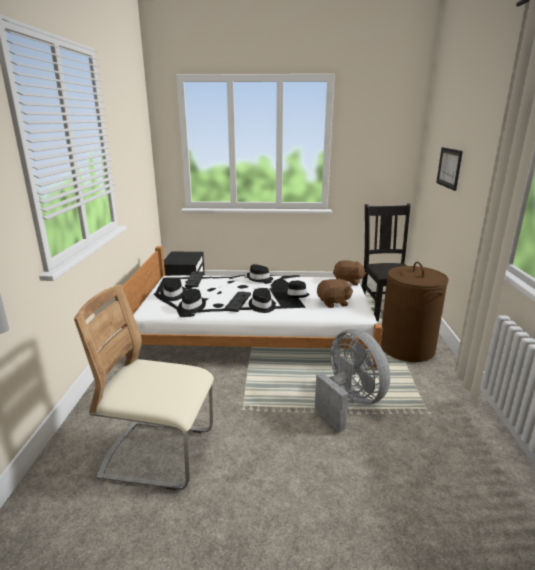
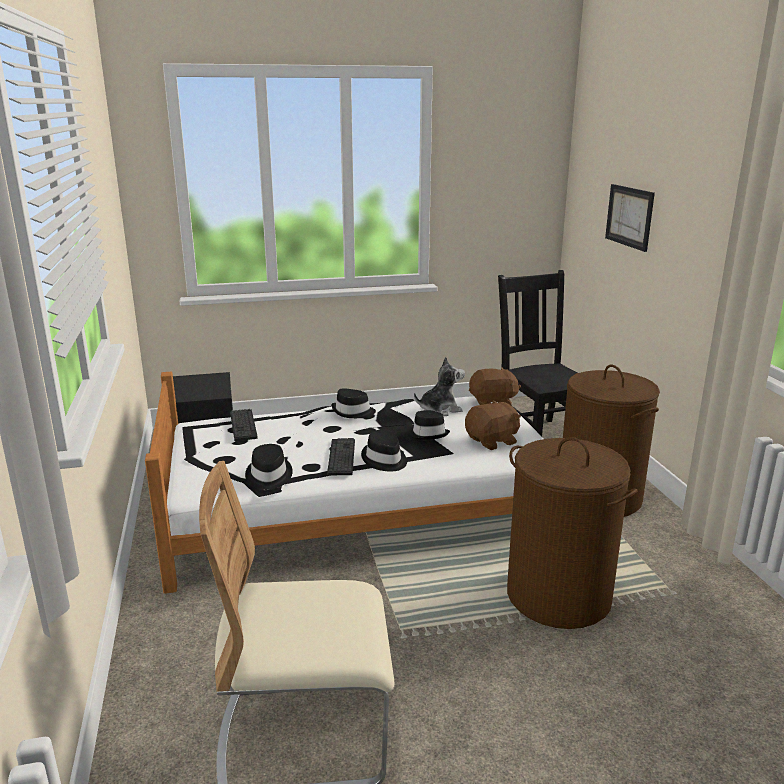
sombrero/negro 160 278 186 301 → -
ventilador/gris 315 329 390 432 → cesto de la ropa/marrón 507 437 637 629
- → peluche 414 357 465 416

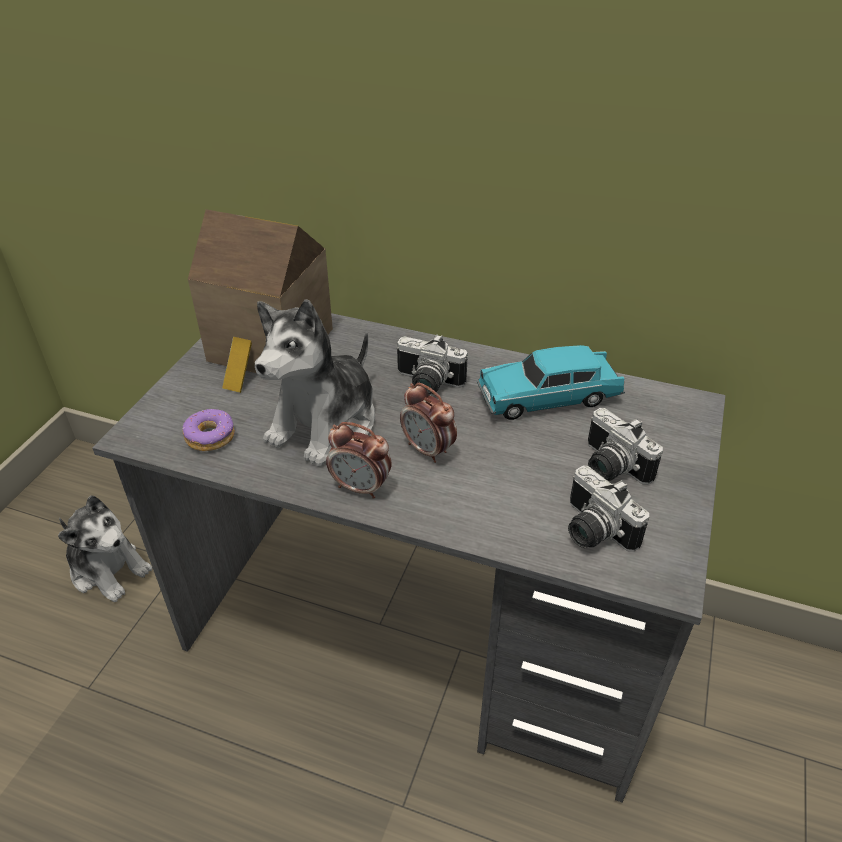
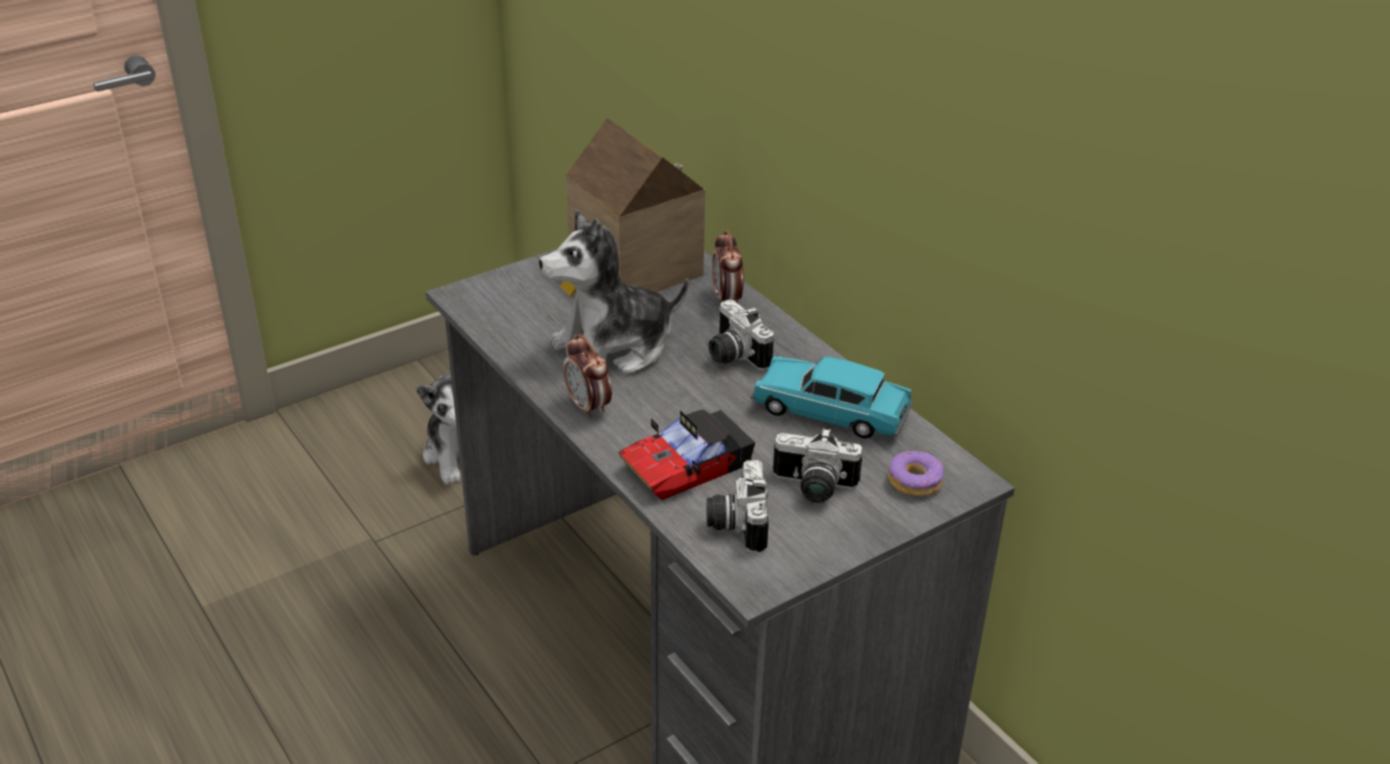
despertador 400 383 457 463 → despertador 712 230 744 303, moved
cámara 588 408 663 485 → cámara 773 428 862 504, 75 degrees counterclockwise
rosquilla 183 409 235 451 → rosquilla 888 451 944 497, moved
- → coche de juguete 619 410 755 500

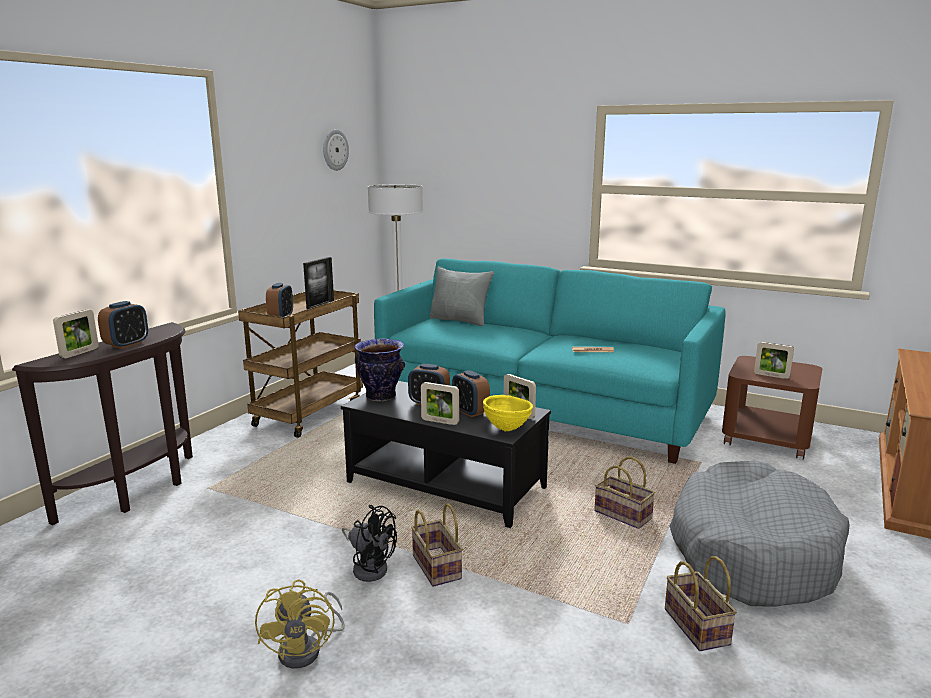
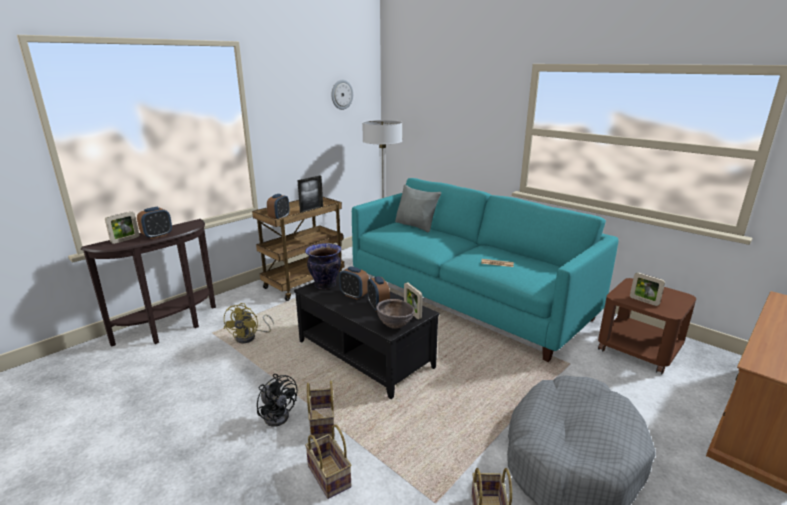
portarretratos 421 382 459 425 → -
cuenco/amarillo 483 395 533 431 → cuenco/marrón 376 299 415 329
cesta 594 456 655 529 → cesta 305 424 351 499, moved
ventilador/amarillo 255 579 345 669 → ventilador/amarillo 224 303 274 344, moved

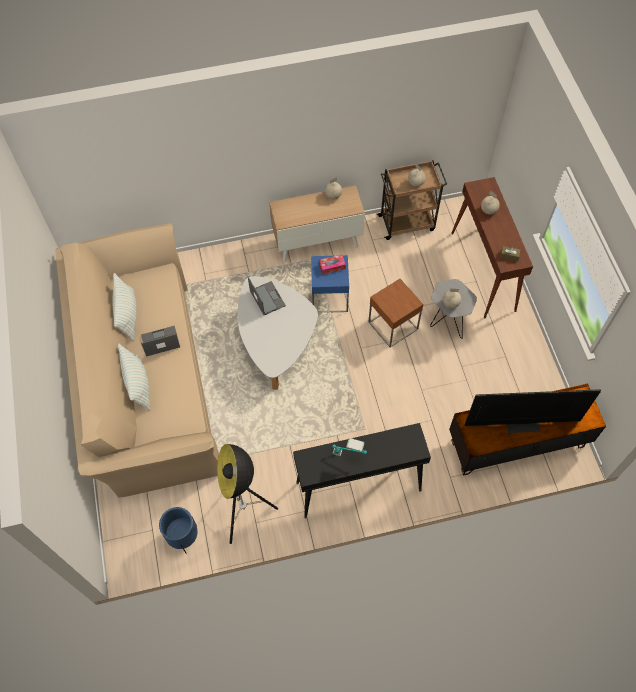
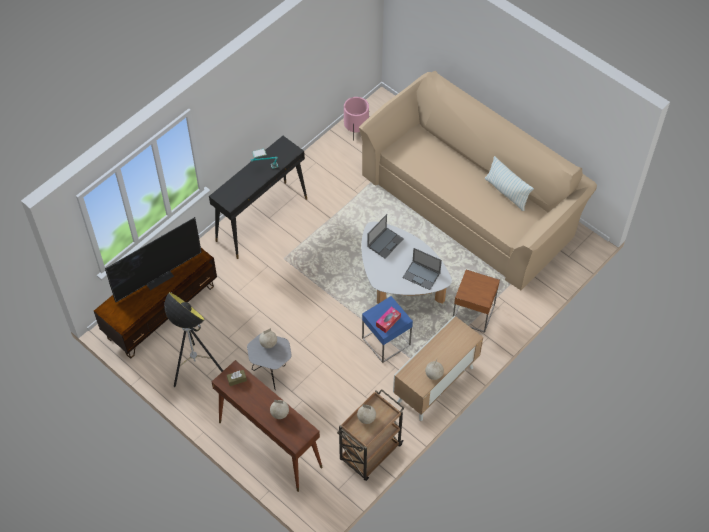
mesa auxiliar/marrón 368 279 423 347 → mesa auxiliar/marrón 453 270 500 333, moved
portátil 141 326 180 357 → portátil 367 214 404 258, moved
cojín 118 344 150 411 → -
lámpara de pie 217 444 278 544 → lámpara de pie 164 292 223 387, moved
maceta/azul 159 507 198 554 → maceta/rosa 344 97 369 141

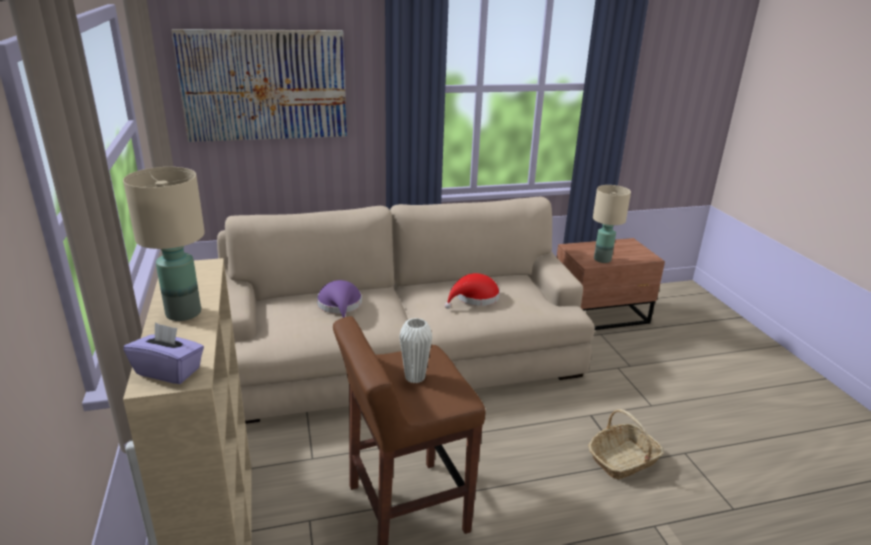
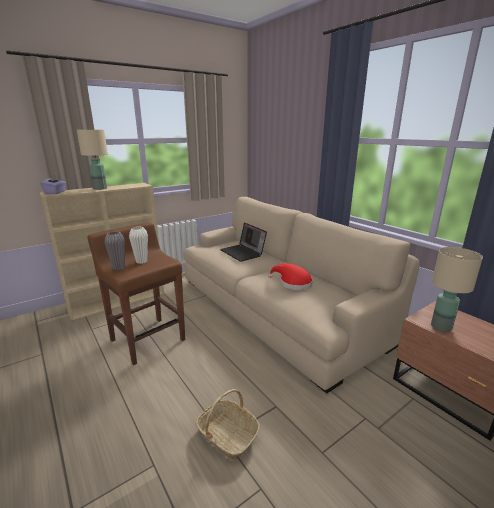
cuadro 172 29 347 142 → -
sombrero/morado 317 280 362 318 → portátil 220 223 267 262
- → florero/gris 105 231 125 270

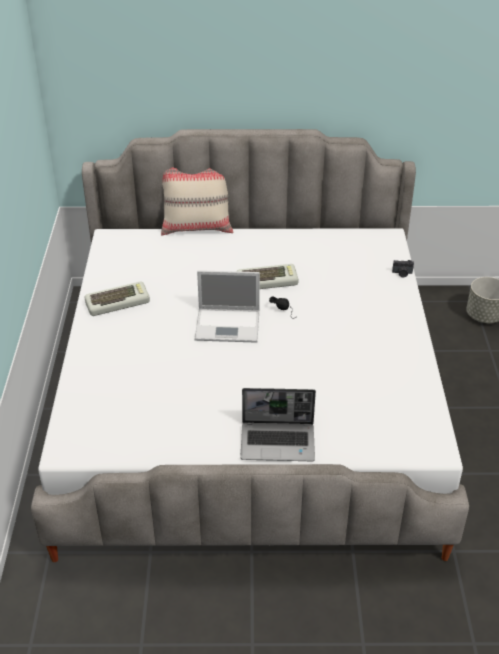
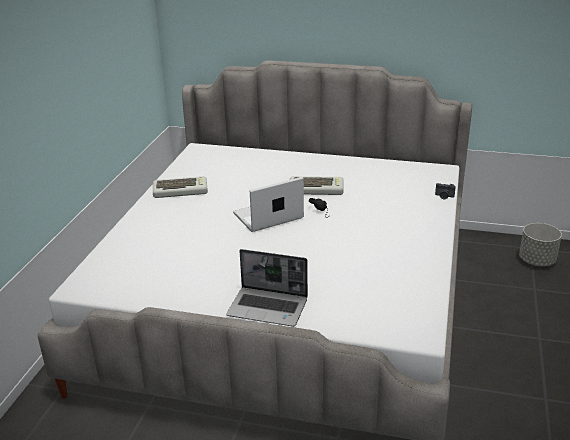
cojín/beis 161 168 234 235 → -
portátil 195 270 260 343 → portátil 233 177 304 232, 135 degrees clockwise

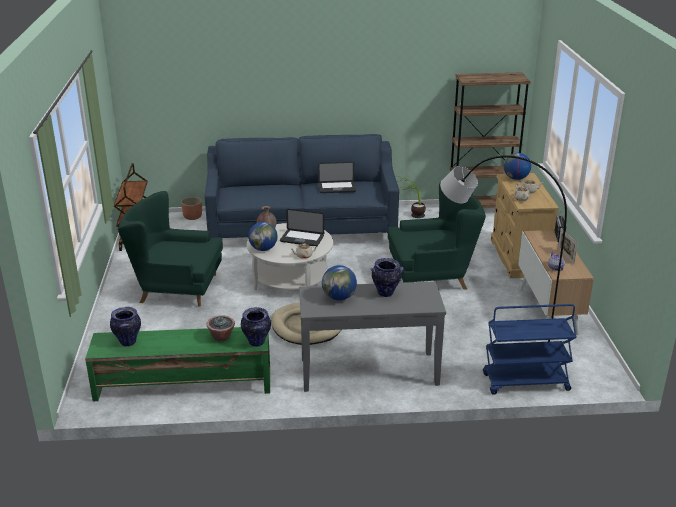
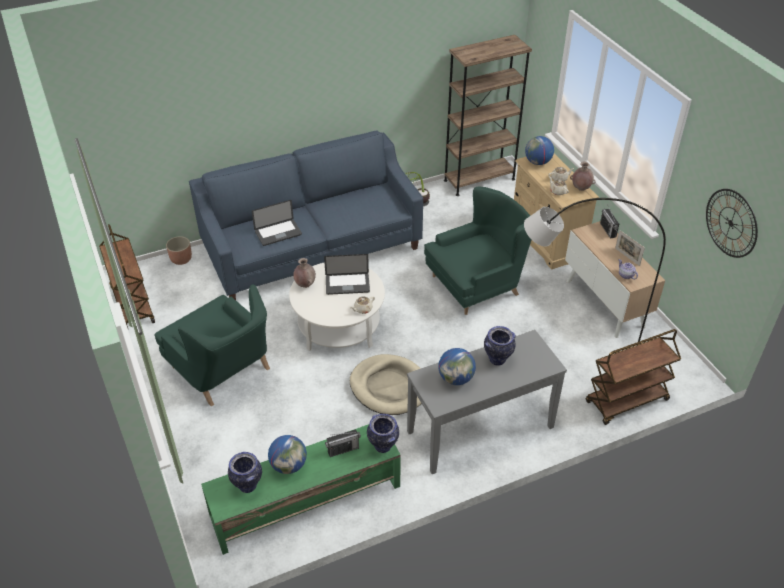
portátil 318 162 356 193 → portátil 252 200 302 246, moved
sillón/verde 118 191 223 307 → sillón/verde 154 285 270 406, 120 degrees counterclockwise
globo terráqueo 248 222 278 251 → globo terráqueo 268 435 307 474, moved
carrito/azul 483 304 577 395 → carrito/marrón 586 329 681 425
planta en maceta 207 315 235 342 → radio 325 430 361 457
- → florero/marrón 570 161 595 191
- → reloj de pared 706 189 758 258

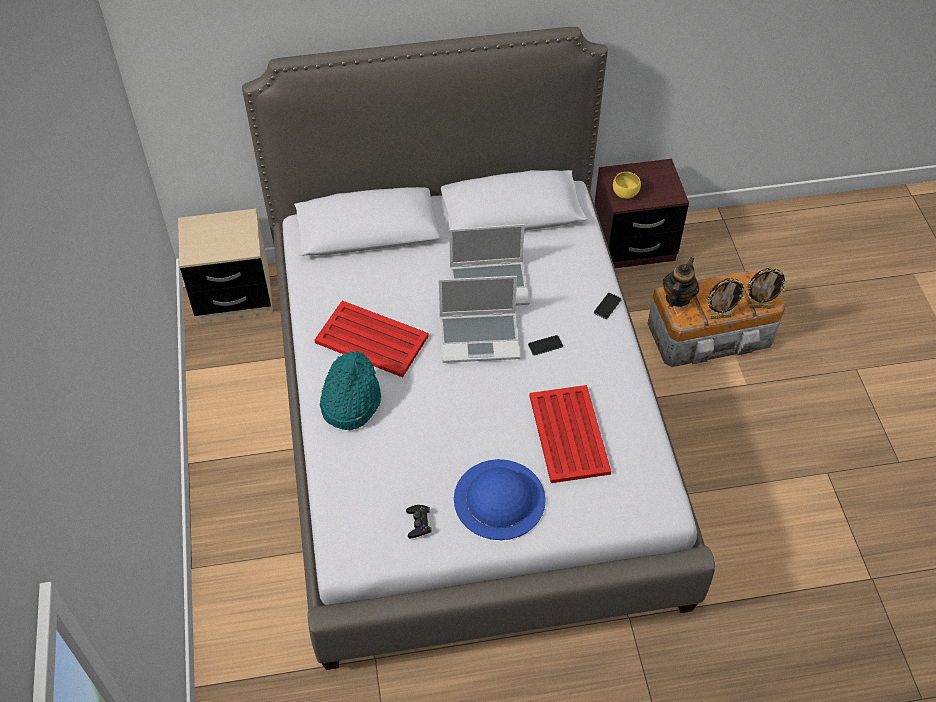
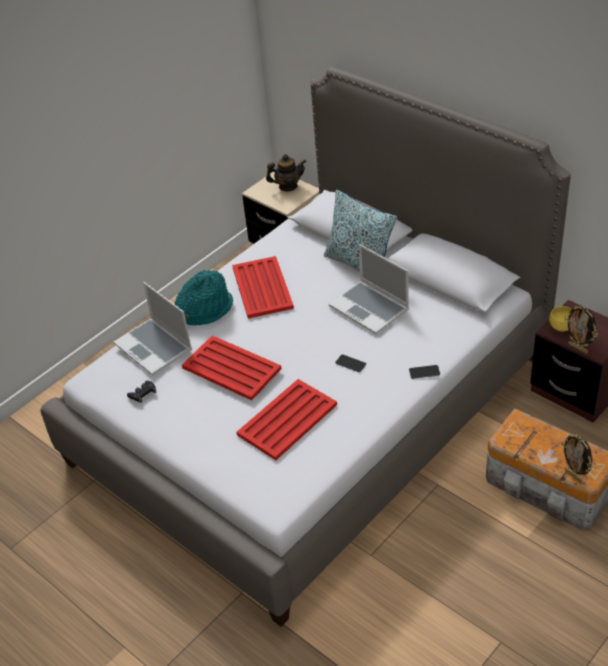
tetera 663 257 699 307 → tetera 266 154 307 192, moved
portátil 439 276 520 363 → portátil 113 282 192 375, moved
portarretratos 706 278 746 319 → portarretratos 565 306 598 353, moved
sombrero/azul 454 459 546 540 → -
- → cojín 324 190 397 271
- → bandeja/rojo 182 335 281 400

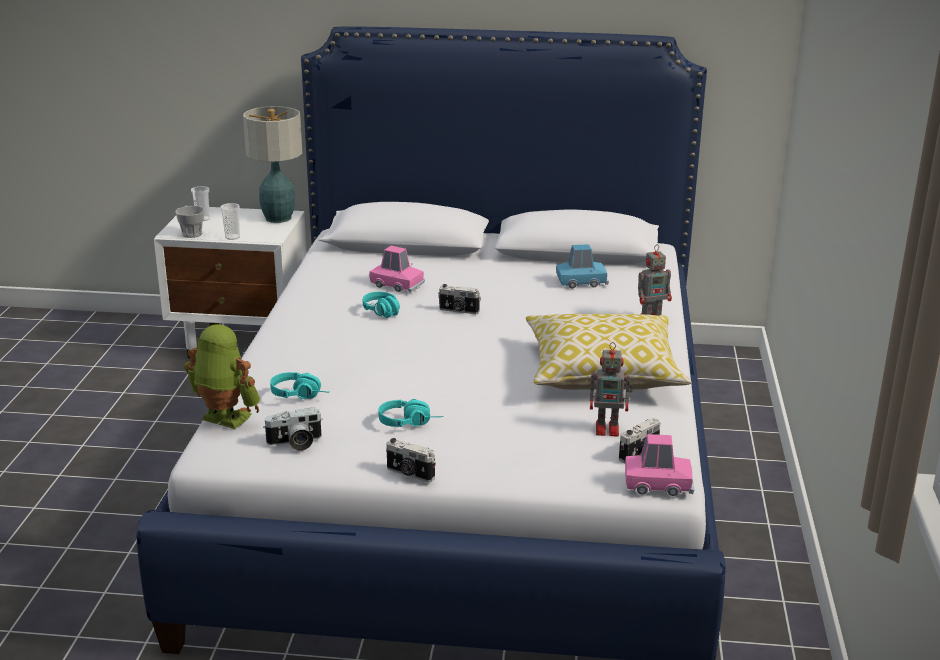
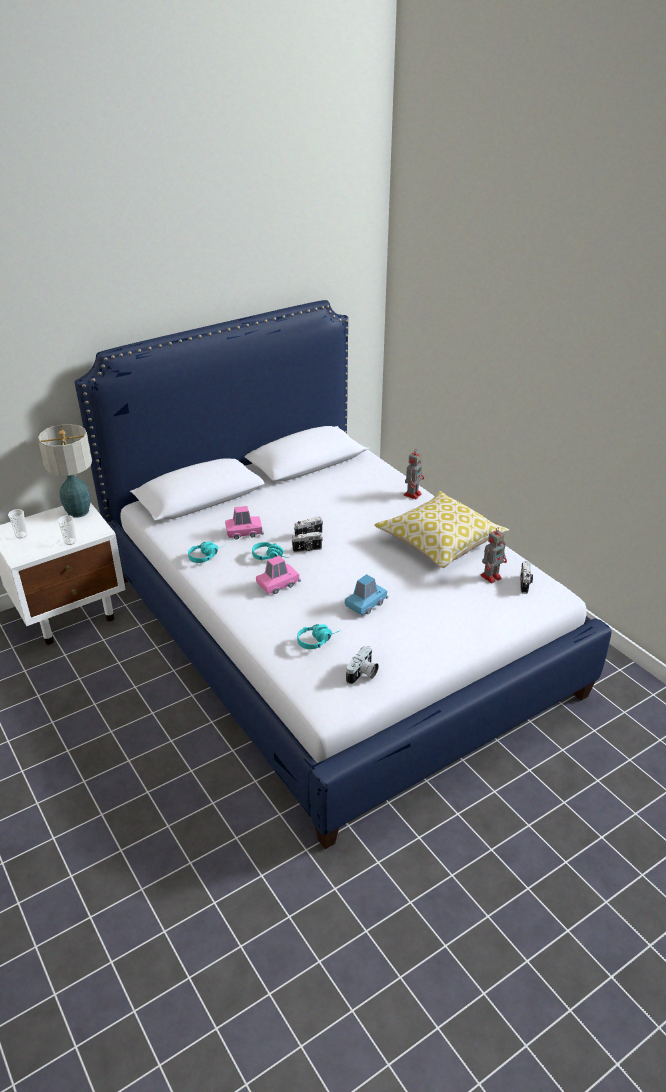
taza 176 206 205 238 → -
coche de juguete/azul 556 244 609 289 → coche de juguete/azul 345 574 388 615, moved
robot de juguete 184 324 260 429 → -
auriculares/turquesa 378 399 444 427 → auriculares/turquesa 188 541 225 563, moved
coche de juguete/rosa 625 434 694 496 → coche de juguete/rosa 256 556 301 594, moved
cámara 386 438 436 482 → cámara 291 532 323 552, moved

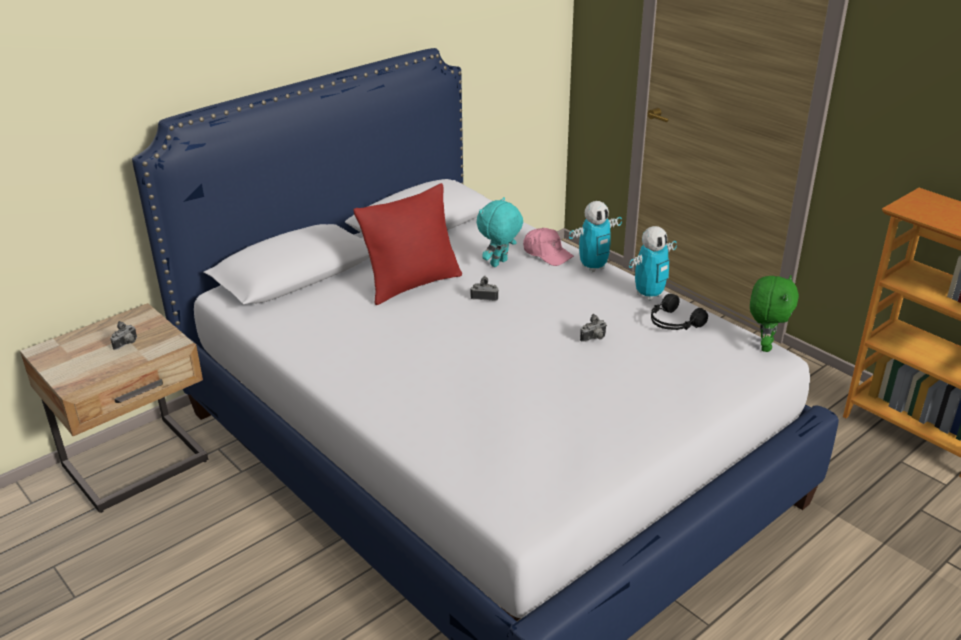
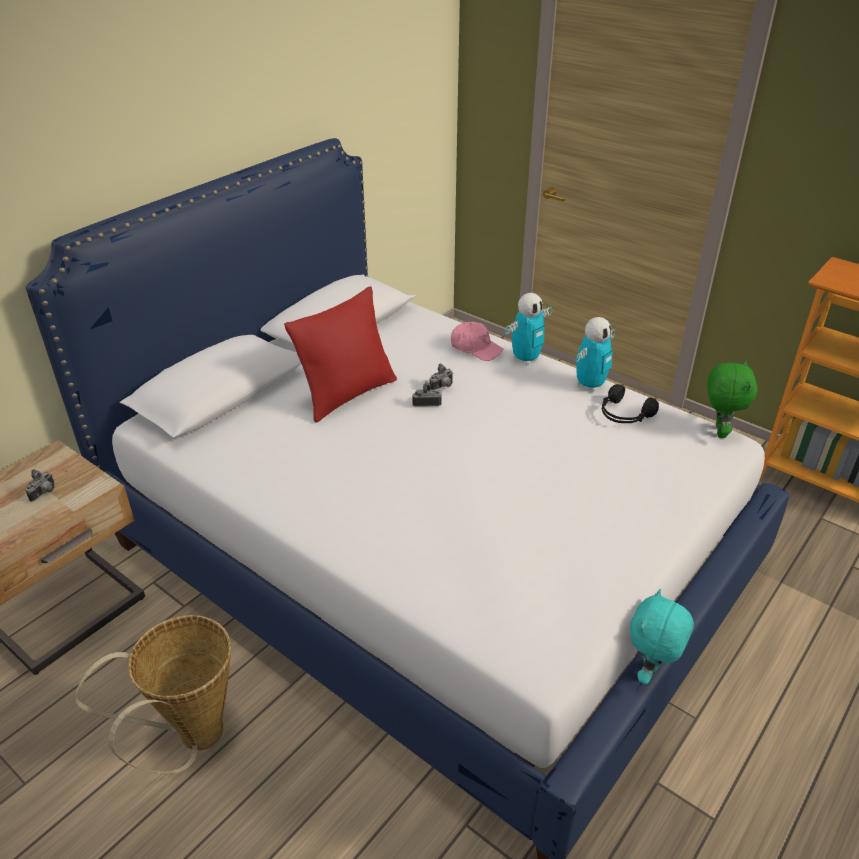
peluche/turquesa 476 197 523 267 → peluche/turquesa 630 589 694 684, moved
cámara 580 314 607 342 → cámara 429 364 453 390, moved
- → cesta 75 615 231 774

